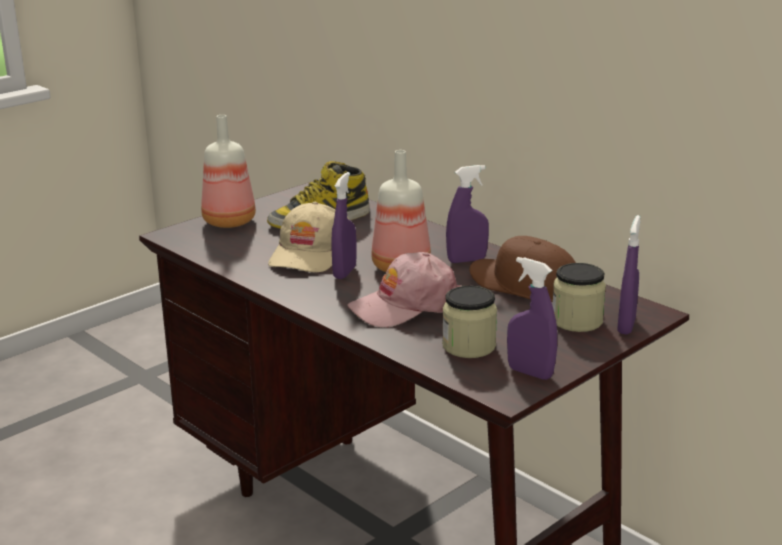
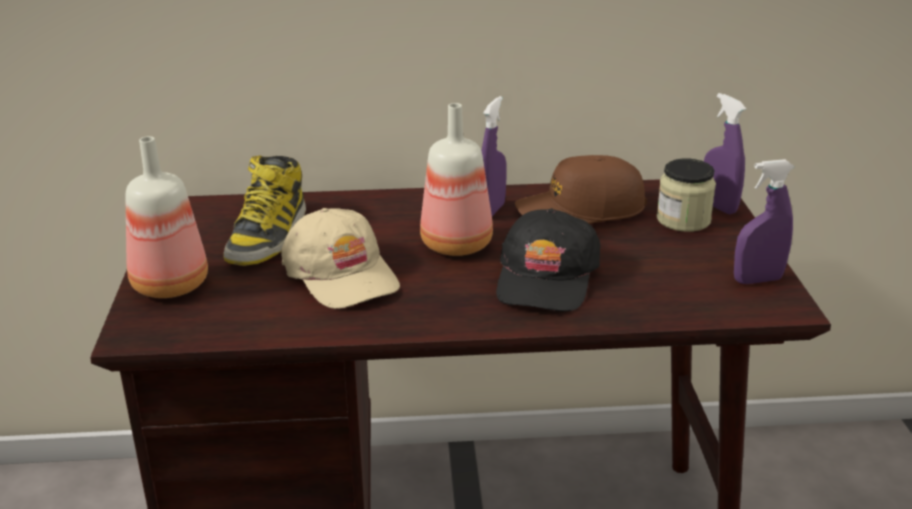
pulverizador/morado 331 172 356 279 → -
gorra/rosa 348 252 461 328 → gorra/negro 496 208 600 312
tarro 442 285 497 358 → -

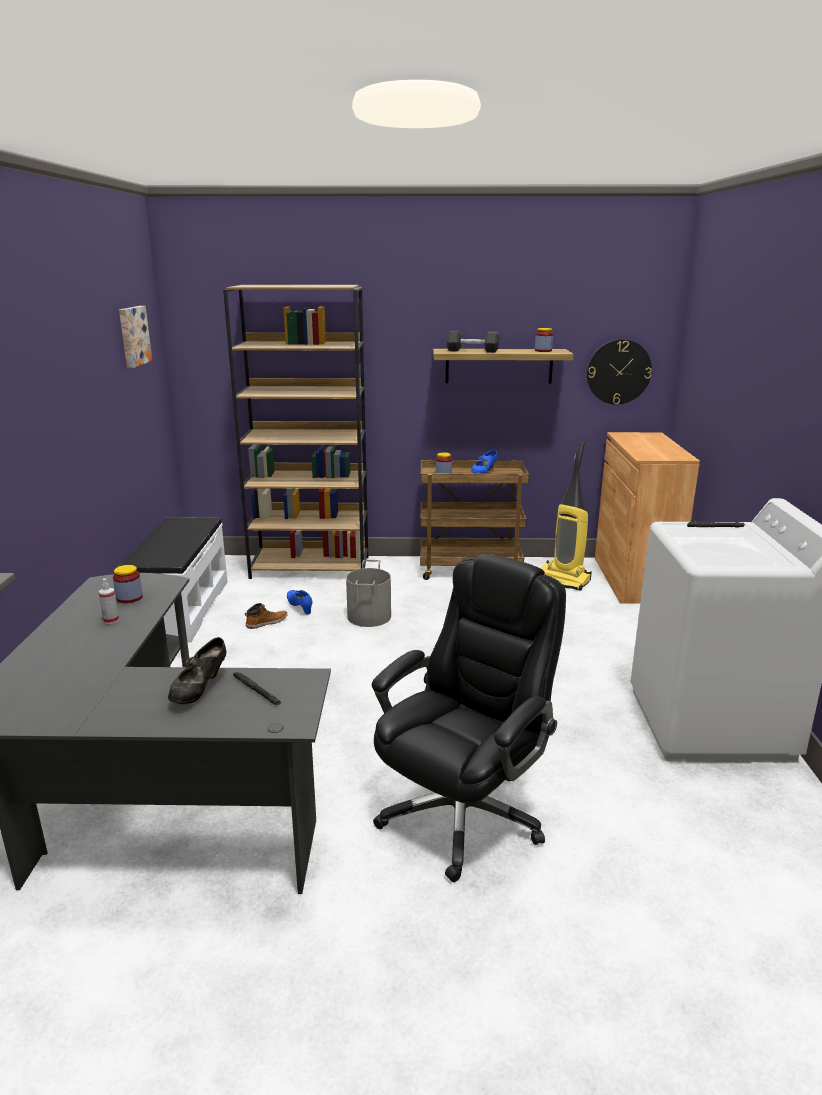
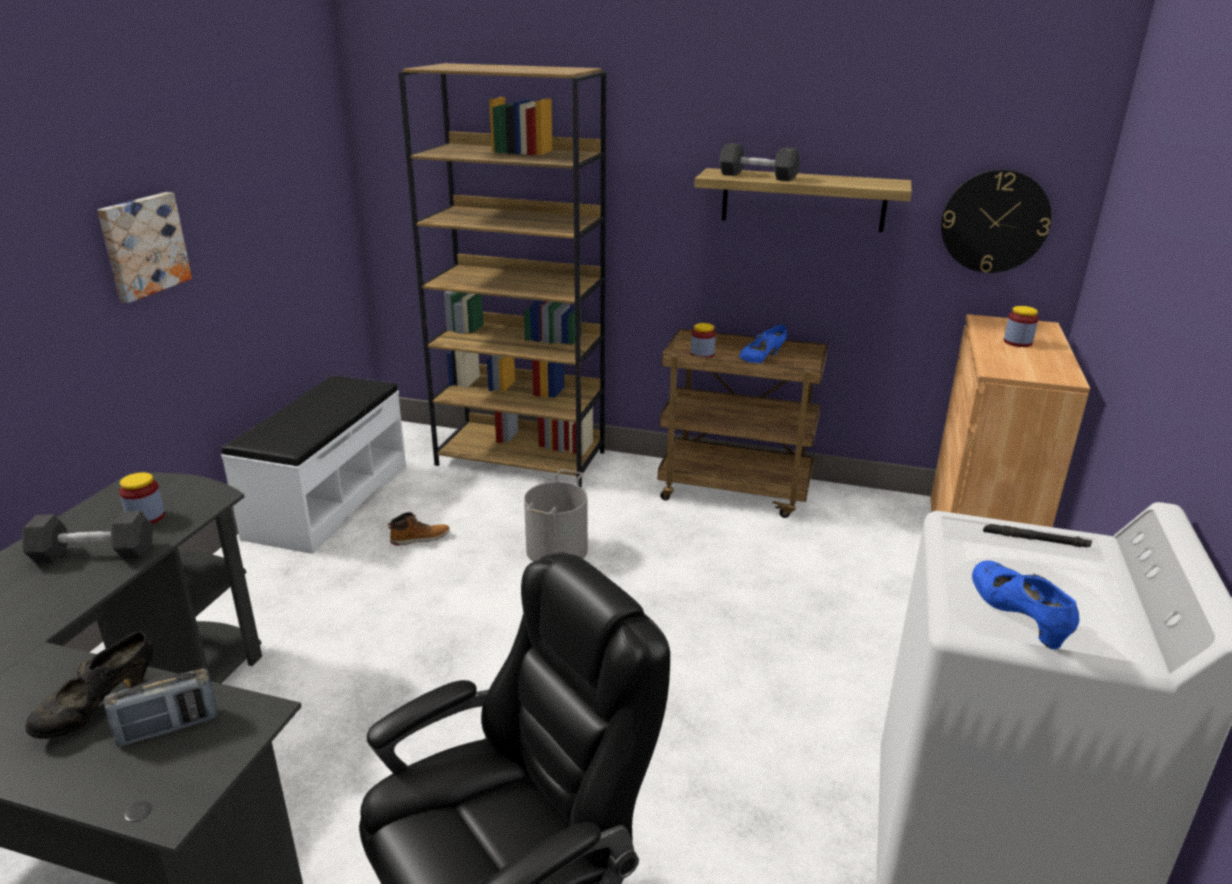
cuadro 119 306 152 368 → cuadro 97 192 192 303, moved
tarro 535 328 553 352 → tarro 1004 306 1039 347, moved
aspiradora 541 442 592 591 → -
pulverizador 99 579 119 624 → mancuerna/negro 22 511 153 563
zapato/azul 287 590 312 614 → zapato/azul 972 561 1080 649, moved
linterna/negro 233 672 281 705 → radio 104 668 217 747

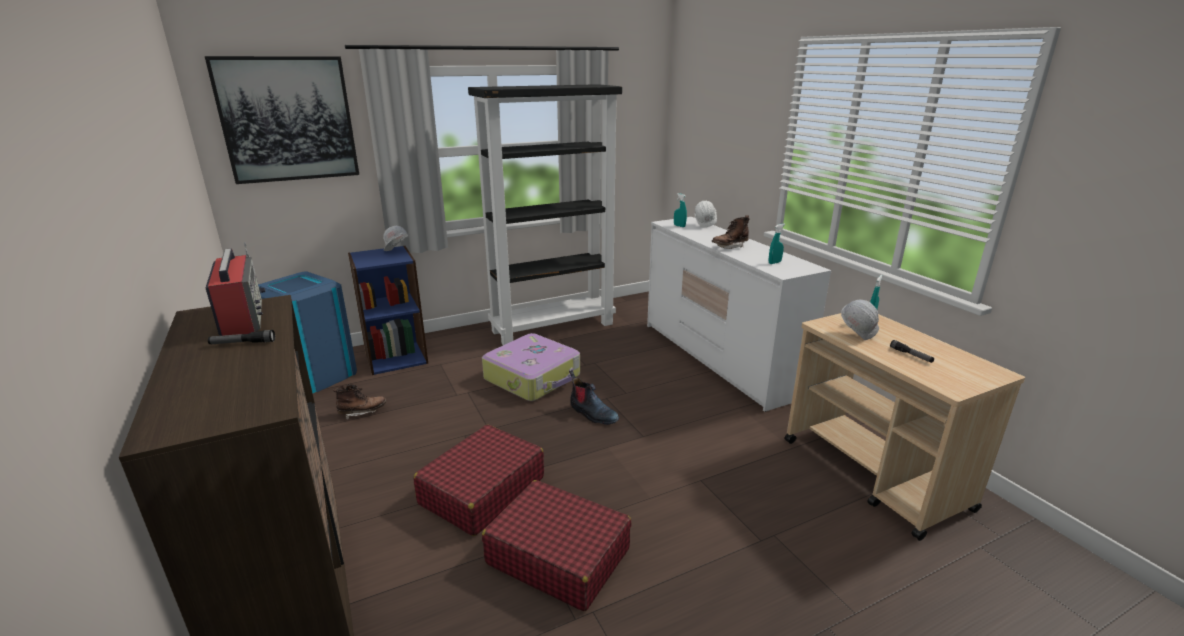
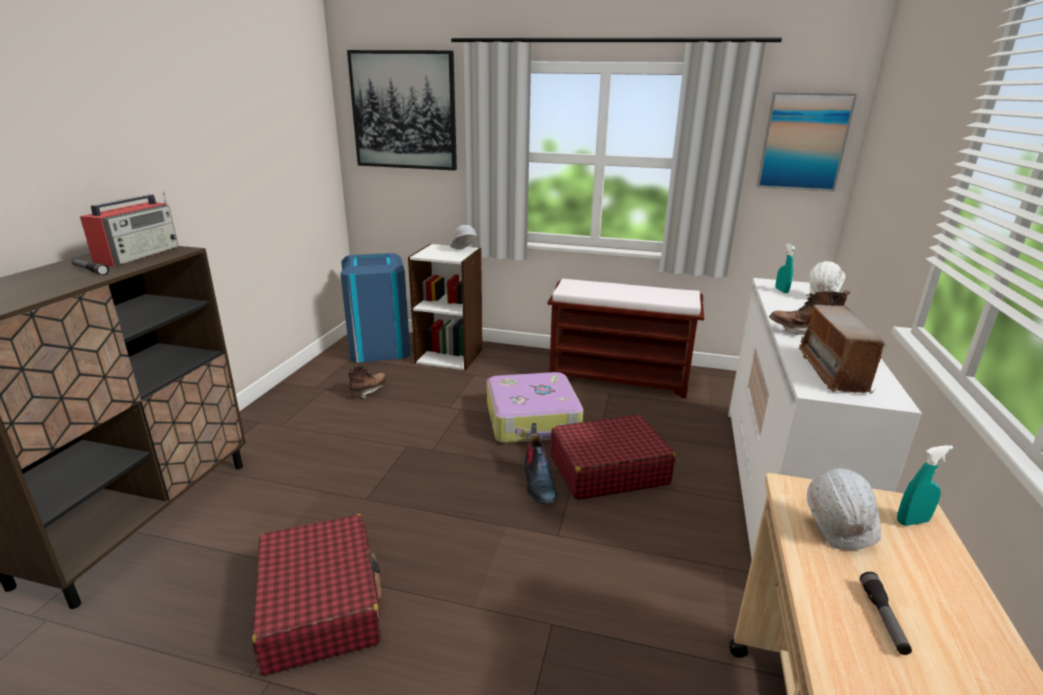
estantería/negro 468 84 622 345 → banco/marrón 547 279 704 398
pulverizador/turquesa 769 224 785 264 → radio 799 305 887 394
estantería/azul 348 246 428 375 → estantería/blanco 408 244 483 370
bota/marrón 333 384 386 420 → bota/marrón 348 365 387 398, 75 degrees counterclockwise
maleta/rojo 413 425 544 536 → maleta/rojo 550 415 676 500, moved
- → cuadro 757 92 857 192

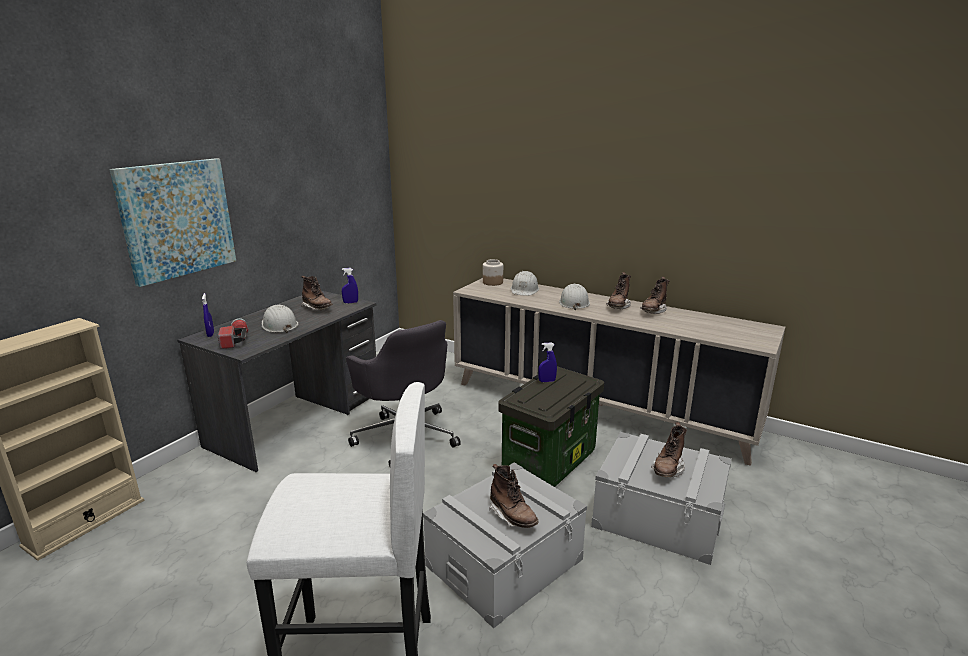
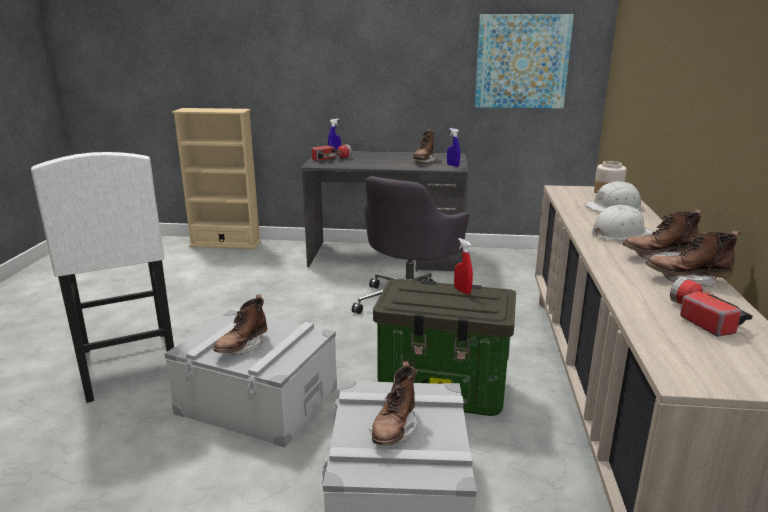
cuadro 109 158 236 287 → cuadro 475 14 574 109, moved
casco/blanco 262 305 298 333 → -
pulverizador/azul 538 343 557 382 → pulverizador/rojo 454 238 473 294
bota/marrón 651 422 687 478 → bota/marrón 369 361 417 446, 75 degrees counterclockwise
- → linterna 670 277 753 337

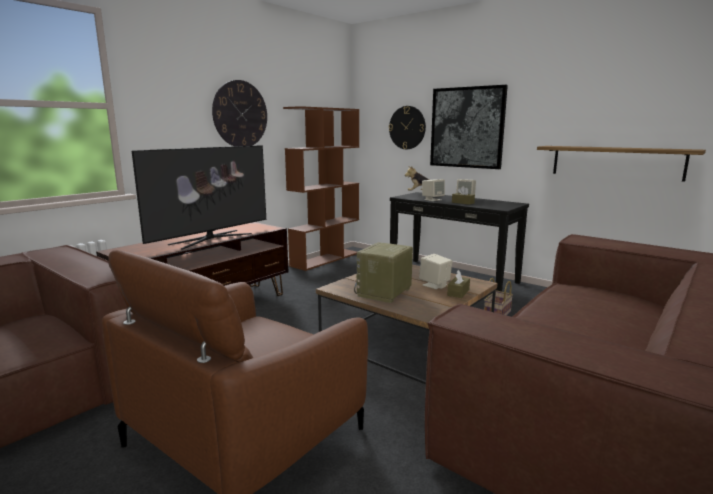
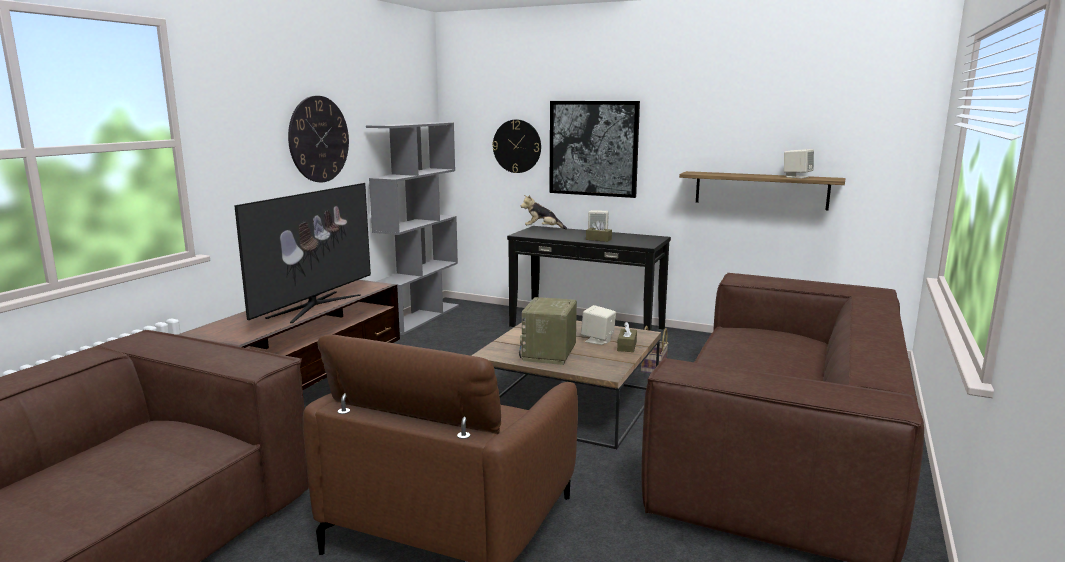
estantería/marrón 283 106 359 271 → estantería/gris 366 122 459 335
altavoz/beis 422 179 445 201 → altavoz/beis 784 149 814 179, moved

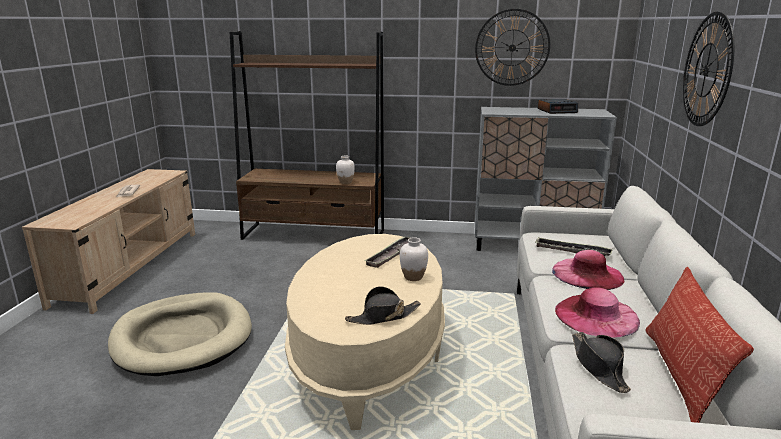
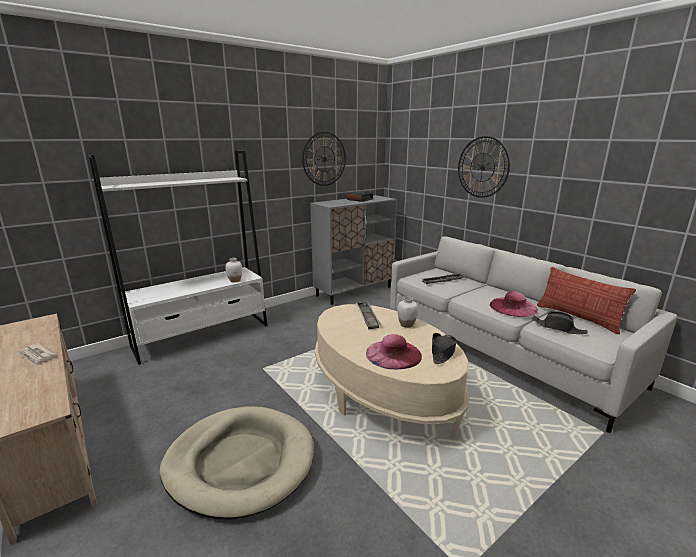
estantería/marrón 230 31 384 240 → estantería/blanco 88 150 267 365
sombrero/rosa 552 250 624 290 → sombrero/rosa 366 334 422 369, moved

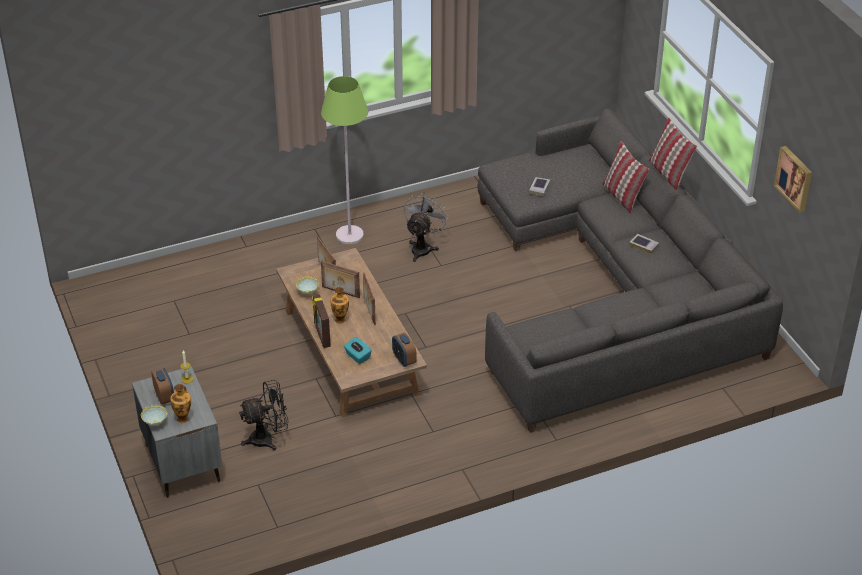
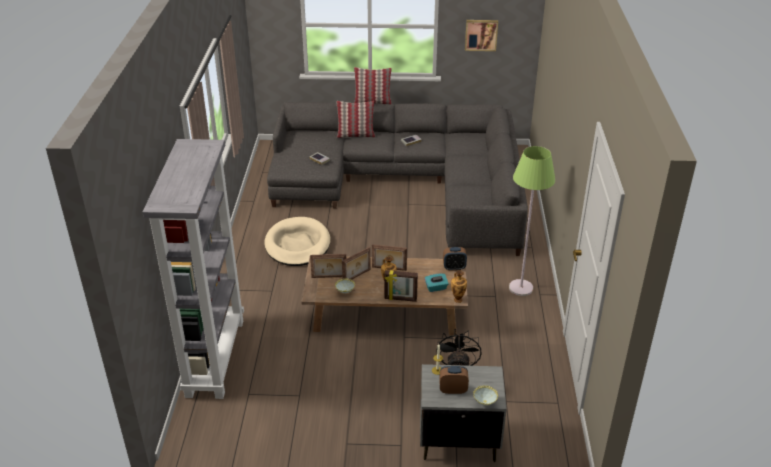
lámpara de pie/verde 321 76 368 244 → lámpara de pie/verde 509 146 556 296, moved
ventilador/gris 404 191 449 262 → cama para perro/beis 264 217 331 266
florero 170 384 191 423 → florero 451 270 467 303, moved
- → estantería/gris 142 139 244 399

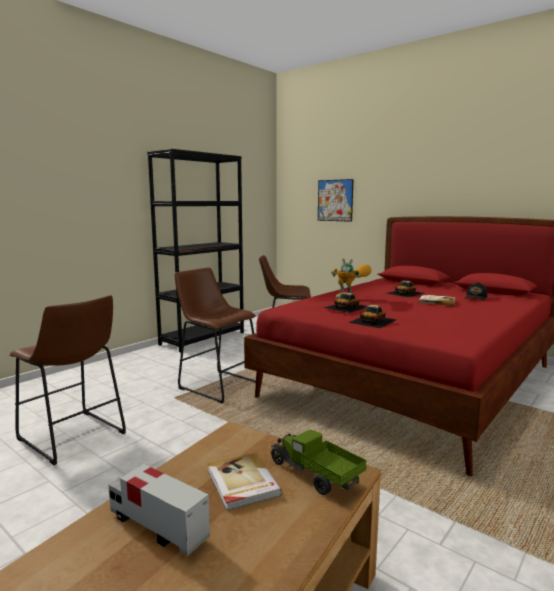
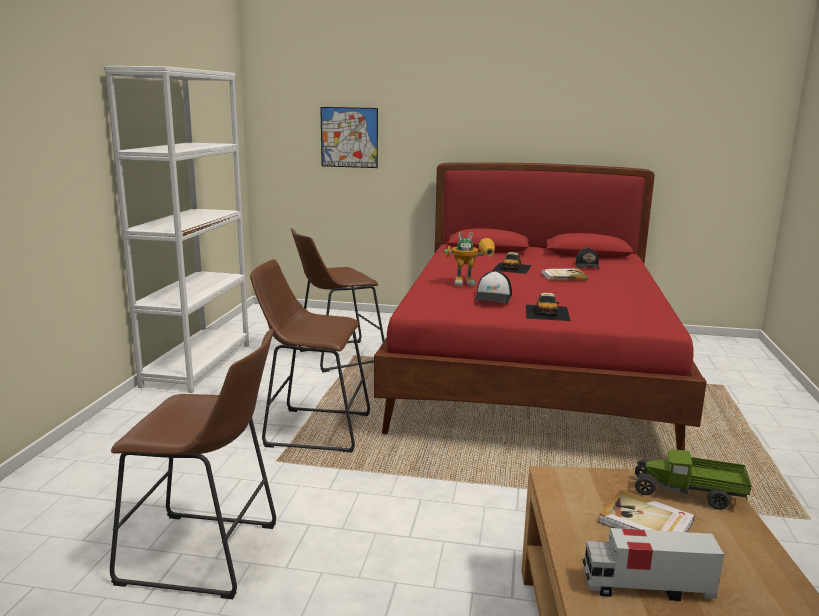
estantería/negro 147 149 244 352 → estantería/blanco 104 66 249 393
coche de juguete 324 292 367 313 → gorra 474 271 512 303

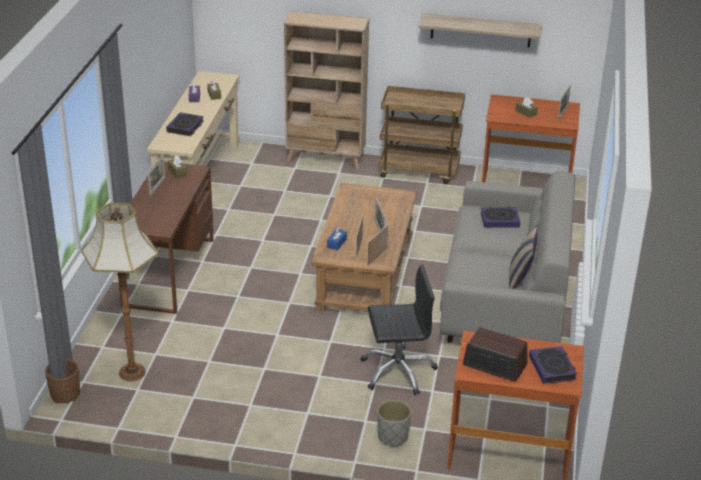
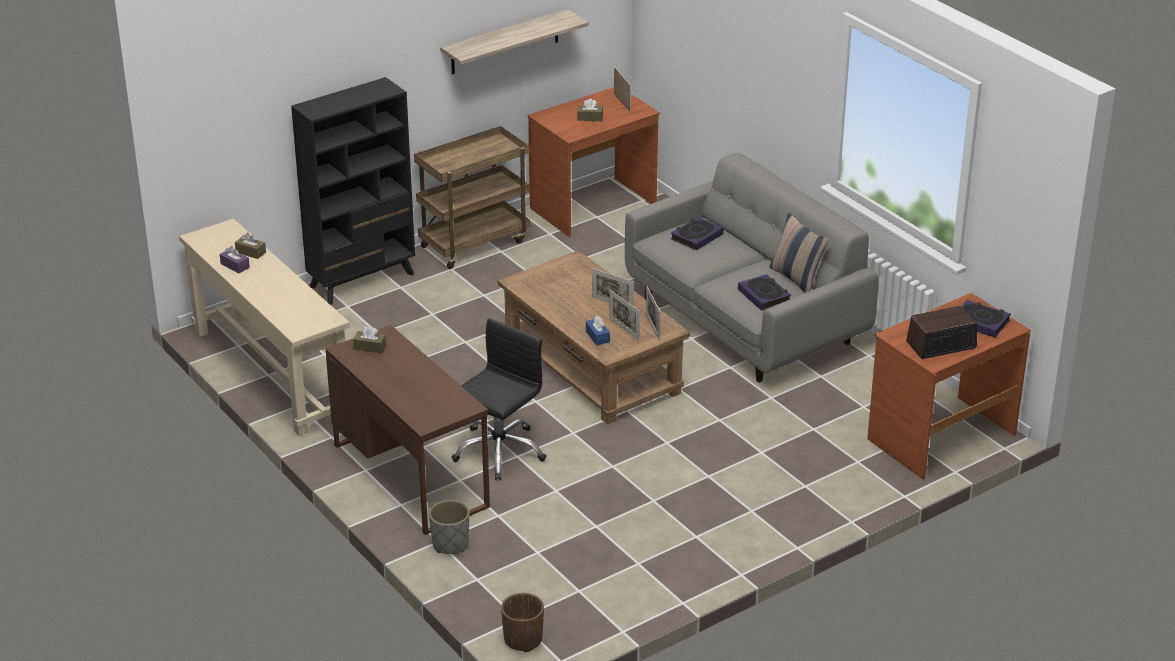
estantería/beis 284 11 369 170 → estantería/negro 291 77 415 304
libro 166 112 204 136 → libro 738 274 791 311, moved
portarretratos 148 154 165 196 → -
lámpara de pie 81 203 159 381 → -
silla de oficina/negro 360 264 438 395 → silla de oficina/negro 452 318 546 480, moved
maceta/gris 377 400 411 447 → maceta/gris 429 500 469 554, moved

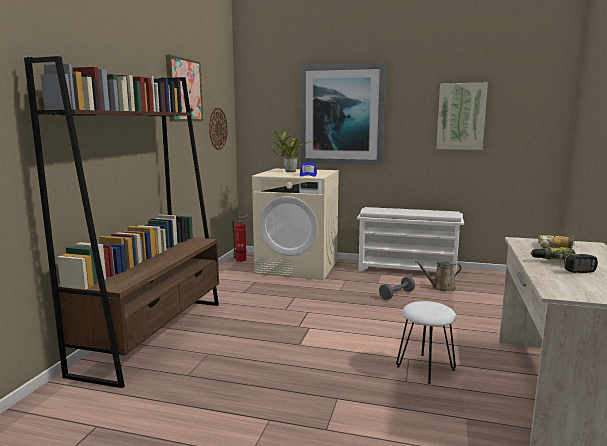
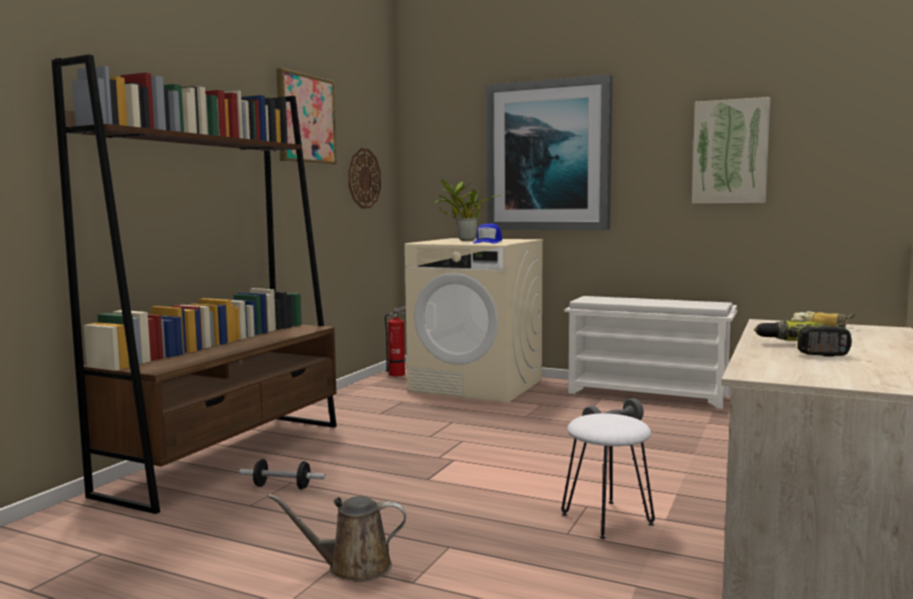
regadera/marrón 415 261 462 291 → regadera/marrón 268 494 406 582, moved
- → mancuerna 239 459 325 489

